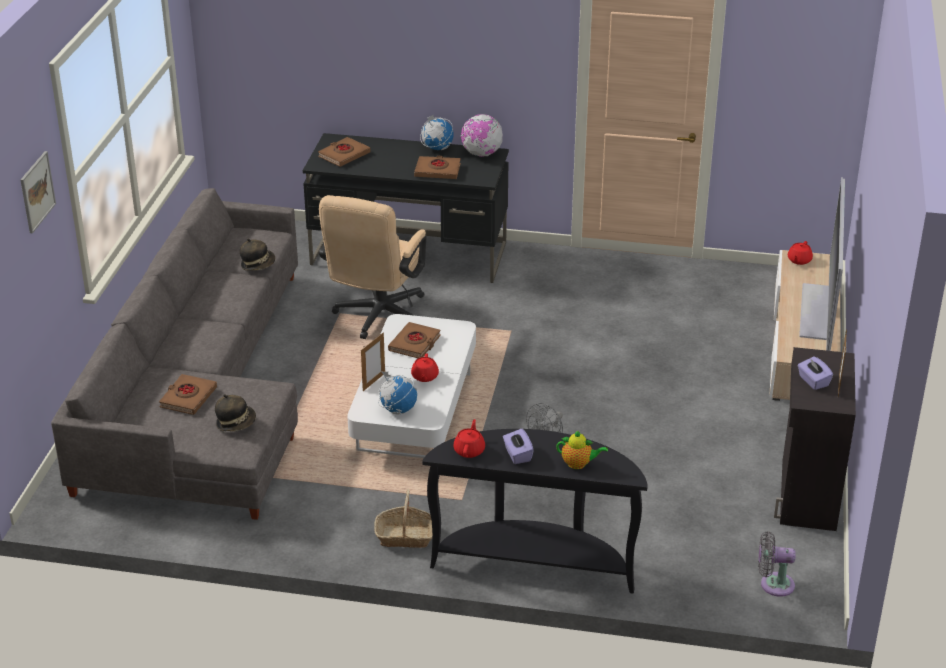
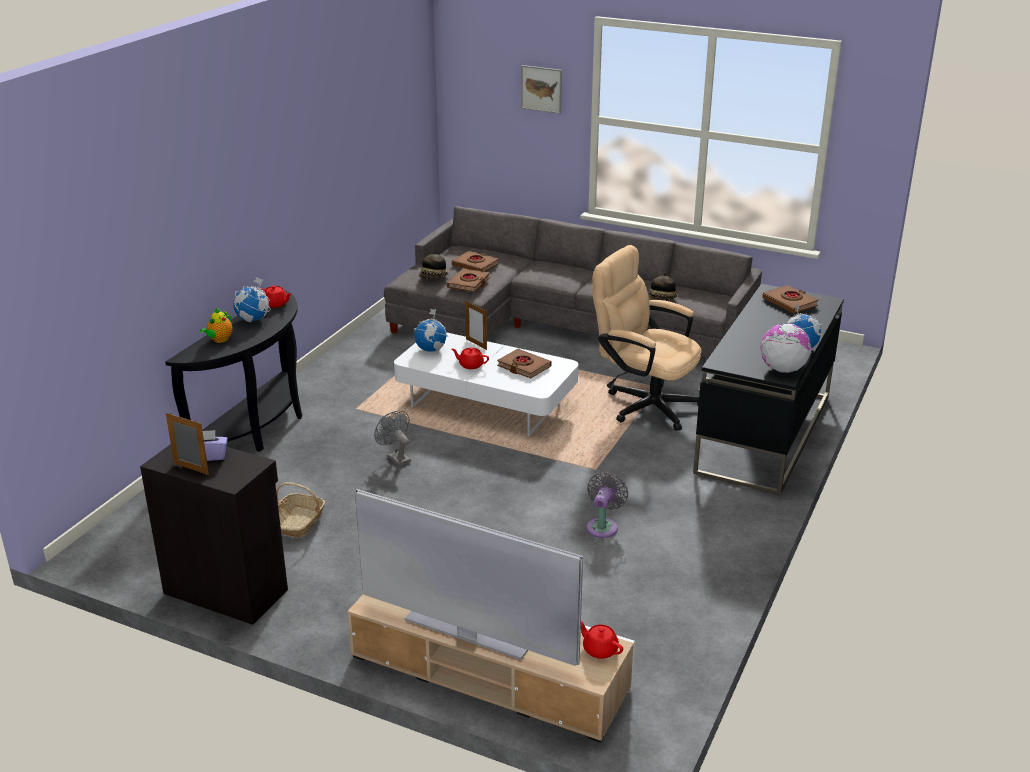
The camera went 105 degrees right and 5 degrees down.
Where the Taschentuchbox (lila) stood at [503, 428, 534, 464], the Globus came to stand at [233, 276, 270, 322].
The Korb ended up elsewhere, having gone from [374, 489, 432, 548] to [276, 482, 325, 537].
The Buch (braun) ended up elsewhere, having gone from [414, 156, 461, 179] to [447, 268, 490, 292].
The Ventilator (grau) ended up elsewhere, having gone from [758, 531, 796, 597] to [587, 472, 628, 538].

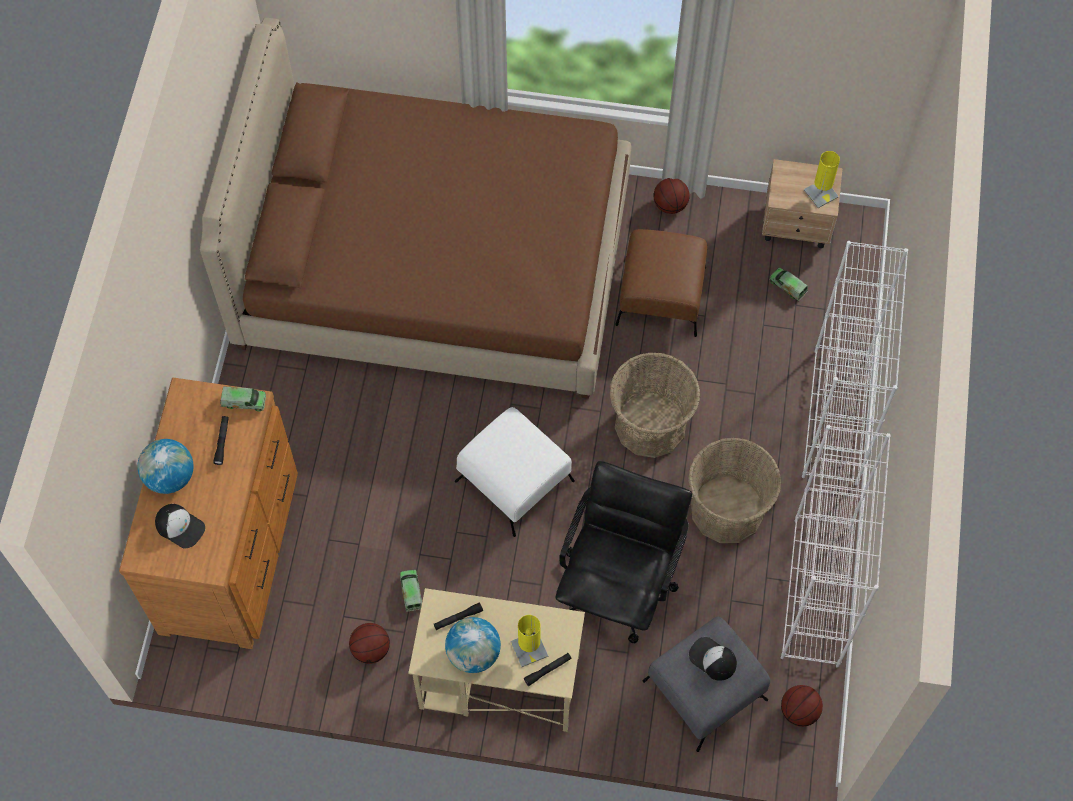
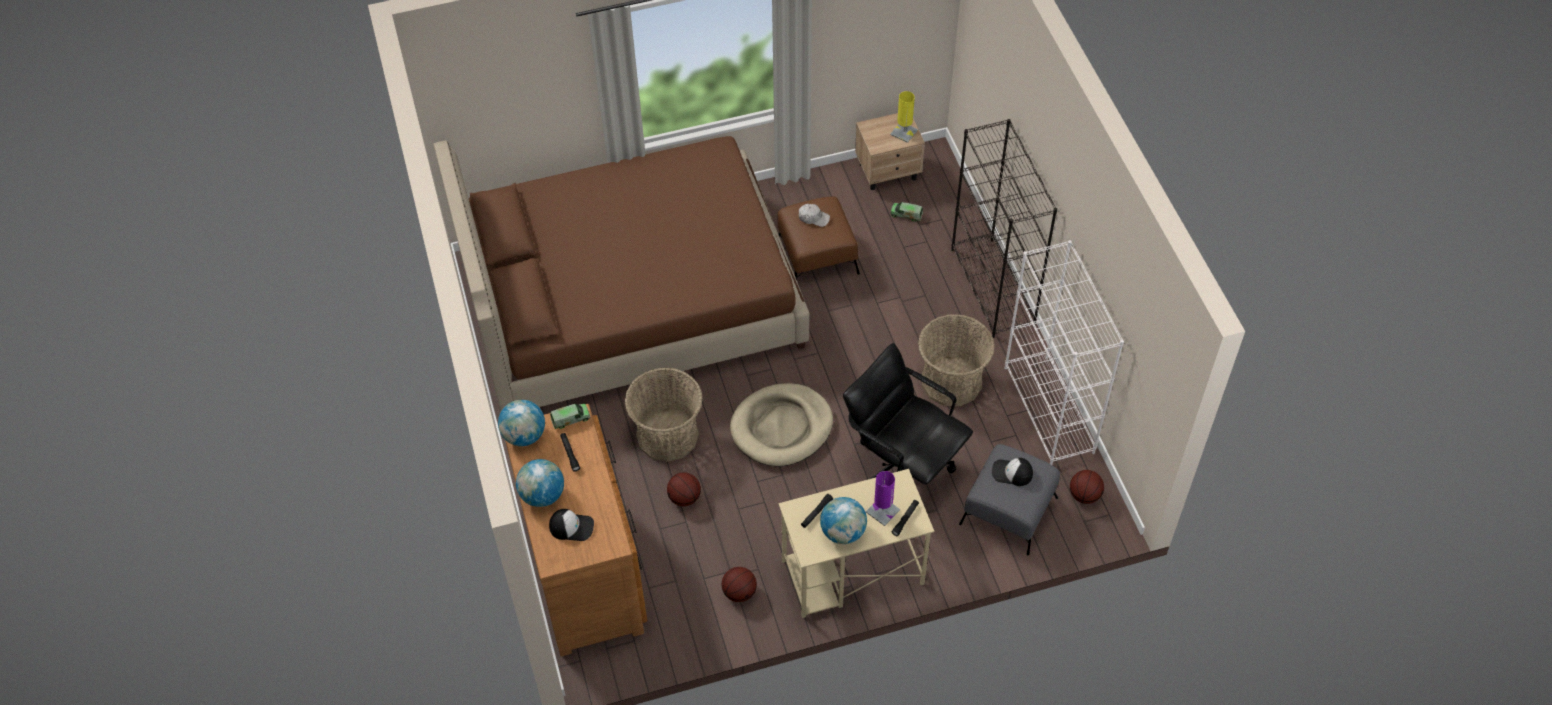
The camera went 25 degrees left and 10 degrees down.
The second view gained the Globus at [498, 400, 545, 446].
The Korb ended up elsewhere, having gone from [610, 352, 700, 458] to [625, 368, 703, 462].
The Basketball ended up elsewhere, having gone from [654, 178, 690, 214] to [667, 472, 701, 506].
Where the Polsterhocker (weiß) stood at [455, 407, 575, 537], the Hundebett (beige) came to stand at [730, 383, 833, 466].
The second view gained the Kappe (weiß) at [799, 204, 830, 227].
The Bürostuhl (schwarz) at [555, 461, 692, 643] ended up facing another way, 45 degrees counterclockwise from before.
What was the Tischlampe (gelb) at [510, 615, 548, 667] turned into the Tischlampe (lila) at [866, 471, 900, 526].
What was the Bücherregal (weiß) at [802, 241, 908, 486] turned into the Bücherregal (schwarz) at [951, 119, 1057, 338].
The second view lost the Spielzeuglaster at [400, 569, 422, 612].

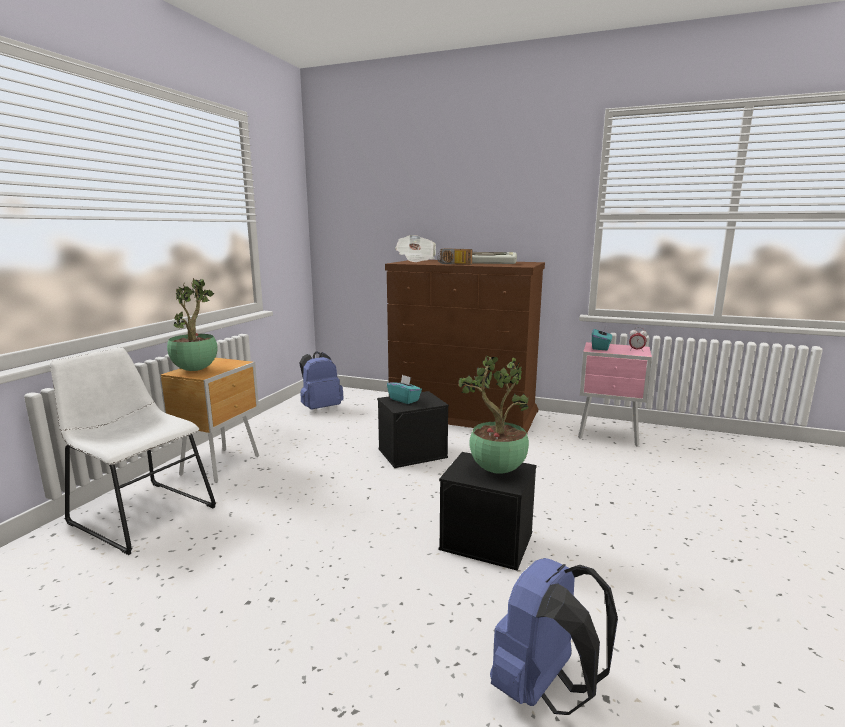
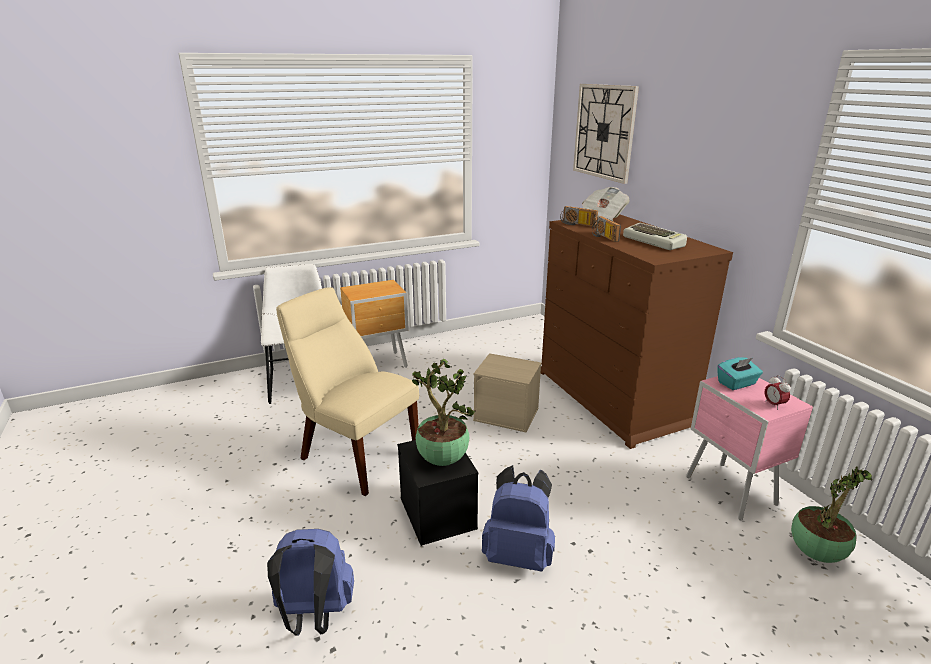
The camera went 45 degrees right and 10 degrees up.
The second view gained the Stuhl (beige) at [276, 287, 419, 496].
What was the Aufbewahrungsbox (schwarz) at [377, 391, 449, 468] turned into the Aufbewahrungsbox (beige) at [473, 353, 541, 432].
The Rucksack (blau) ended up elsewhere, having gone from [299, 351, 344, 410] to [482, 465, 555, 572].
The second view gained the Radio at [560, 206, 598, 227].
The second view gained the Wanduhr at [573, 84, 639, 184].
The Topfpflanze ended up elsewhere, having gone from [167, 278, 218, 371] to [791, 466, 872, 563].
The second view lost the Taschentuchbox (türkis) at [387, 375, 422, 404].

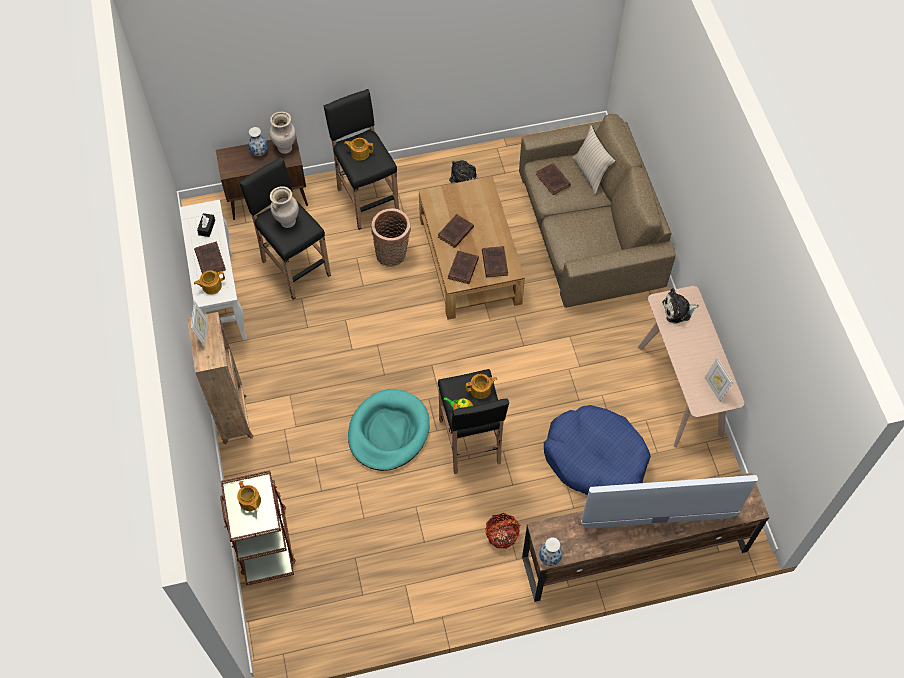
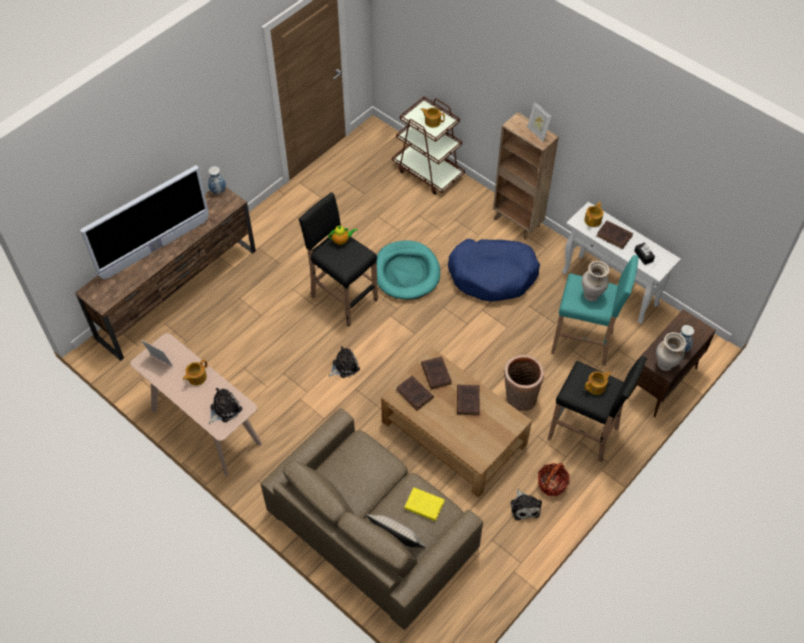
The camera went 145 degrees right and 5 degrees down.
The Teekanne ended up elsewhere, having gone from [465, 374, 497, 399] to [183, 359, 207, 385].
The second view gained the Plüschtier at [328, 346, 360, 378].
What was the Buch (braun) at [536, 163, 571, 195] turned into the Buch (gelb) at [404, 488, 445, 521].
The Hundebett (blau) ended up elsewhere, having gone from [544, 405, 651, 495] to [448, 239, 540, 302].
The Korb ended up elsewhere, having gone from [485, 513, 521, 549] to [538, 463, 570, 496].
What was the Hocker (schwarz) at [239, 157, 331, 299] turned into the Hocker (türkis) at [551, 255, 639, 366].

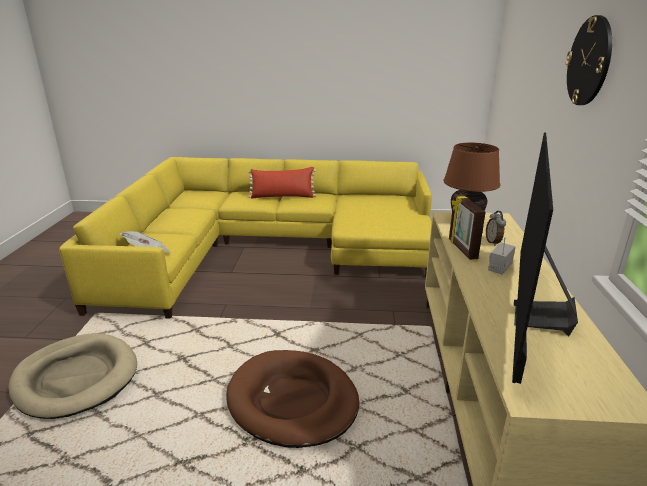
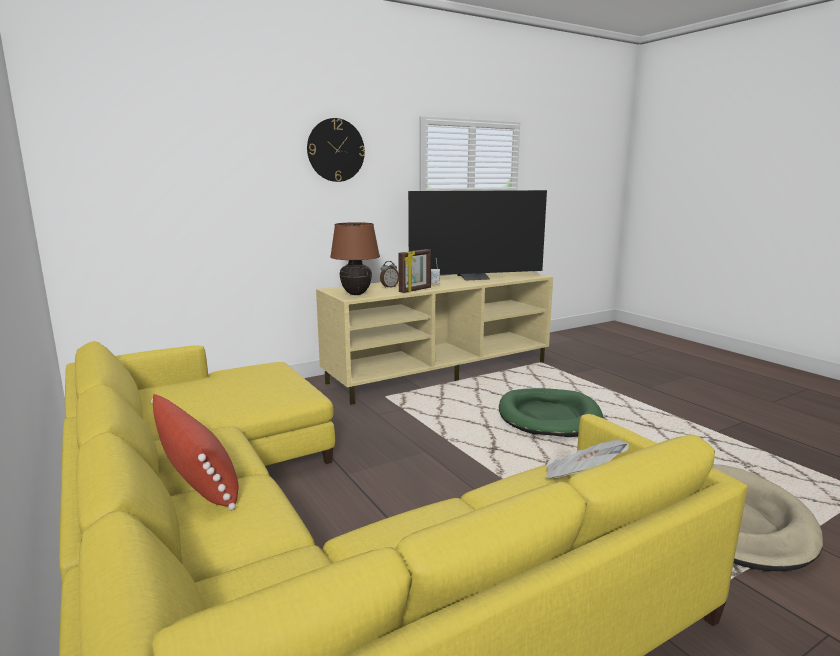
The camera went 125 degrees left and 10 degrees down.
What was the Hundebett (braun) at [226, 350, 359, 448] turned into the Hundebett (grün) at [499, 388, 603, 437].

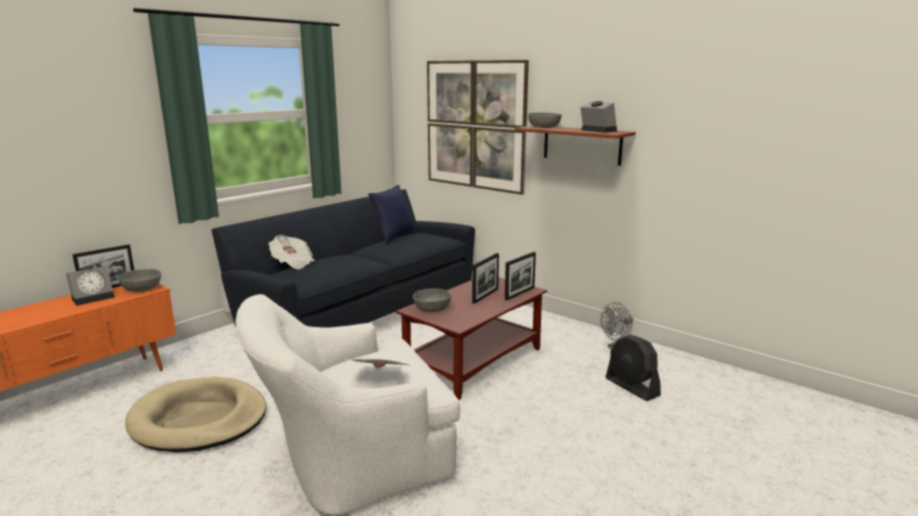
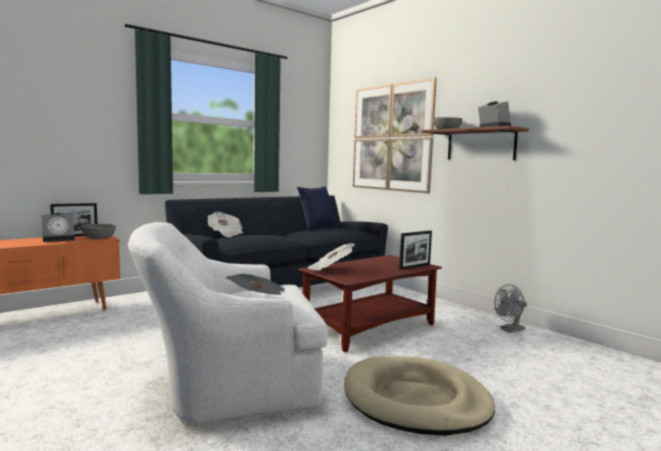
The camera went 10 degrees right and 10 degrees down.
Where the Schüssel (grau) stood at [413, 289, 451, 312], the Zeitung came to stand at [308, 243, 355, 271].
The Hundebett (beige) ended up elsewhere, having gone from [125, 377, 267, 452] to [344, 356, 495, 436].
The second view lost the Bilderrahmen at [472, 253, 499, 304].
The second view lost the Ventilator (schwarz) at [606, 334, 661, 401].

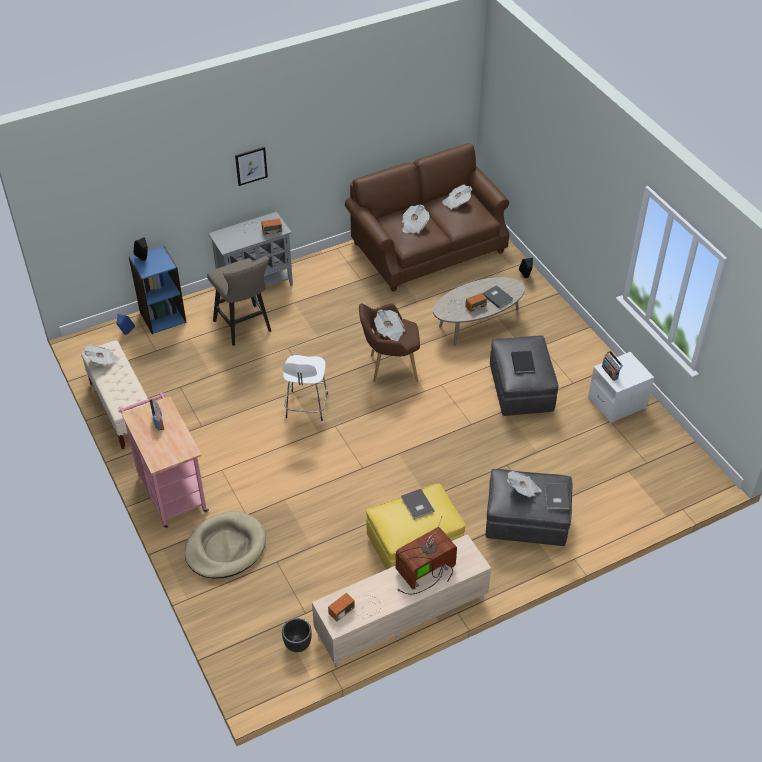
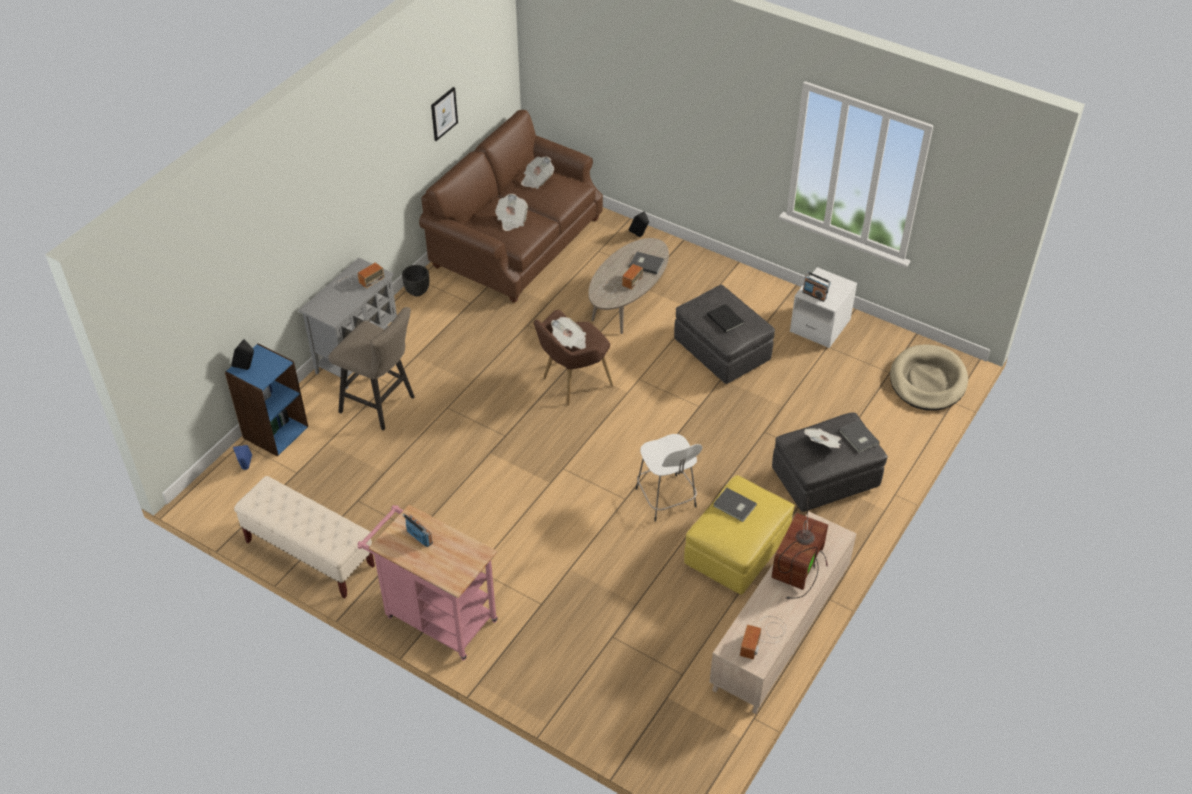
The camera went 30 degrees left and 0 degrees up.
The Pflanzkübel (schwarz) ended up elsewhere, having gone from [282, 618, 312, 652] to [402, 265, 429, 296].
The Bild ended up elsewhere, having gone from [235, 147, 268, 186] to [431, 87, 458, 141].
The Hocker (weiß) ended up elsewhere, having gone from [282, 355, 328, 421] to [636, 434, 702, 522].
The Hundebett (beige) ended up elsewhere, having gone from [184, 511, 266, 579] to [890, 344, 968, 411].
The second view lost the Zeitung at [83, 345, 119, 365].

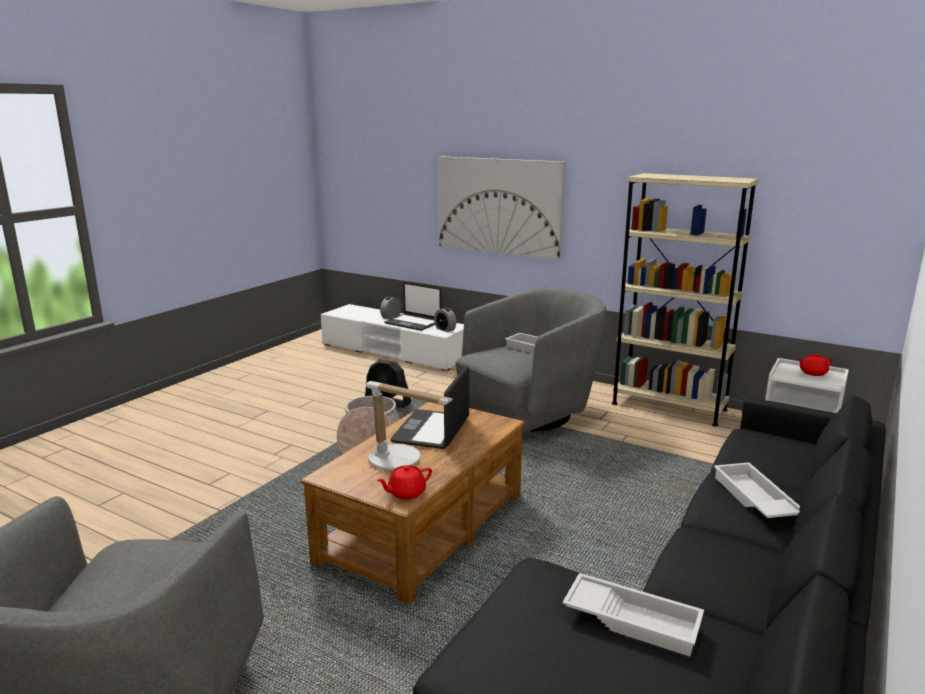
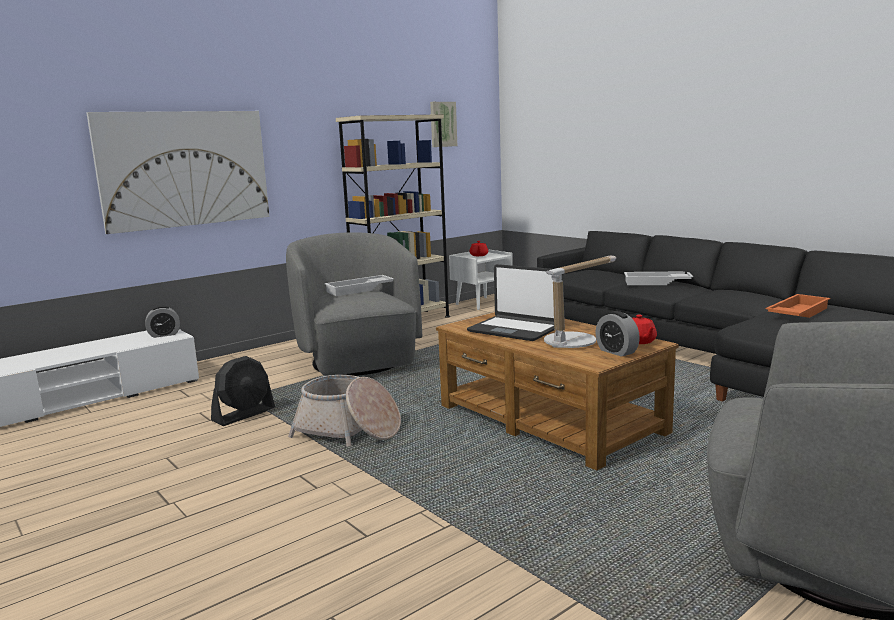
The camera went 70 degrees left and 5 degrees down.
The second view gained the Bild at [430, 102, 457, 147].
The Wecker ended up elsewhere, having gone from [380, 296, 401, 319] to [595, 311, 640, 357].
What was the Tablett (weiß) at [562, 573, 704, 656] turned into the Tablett (orange) at [766, 294, 830, 318].
The second view lost the Laptop at [384, 282, 442, 331].

